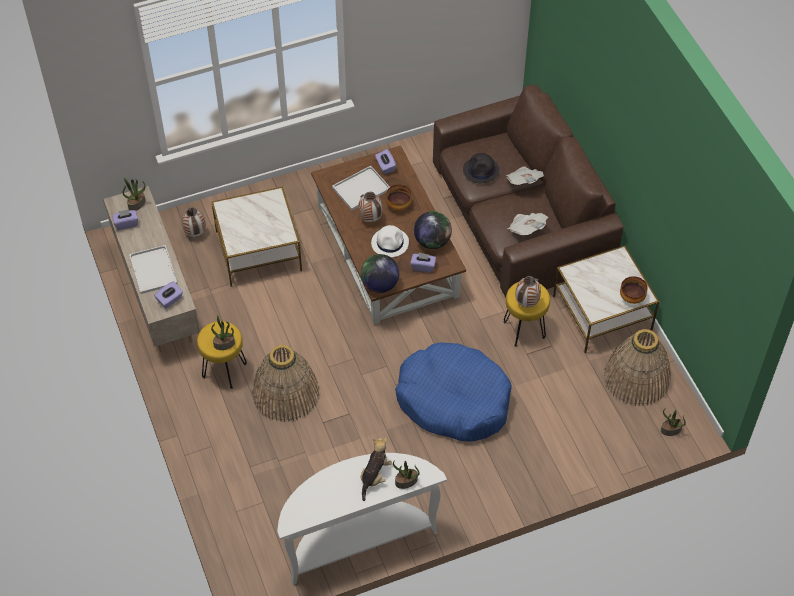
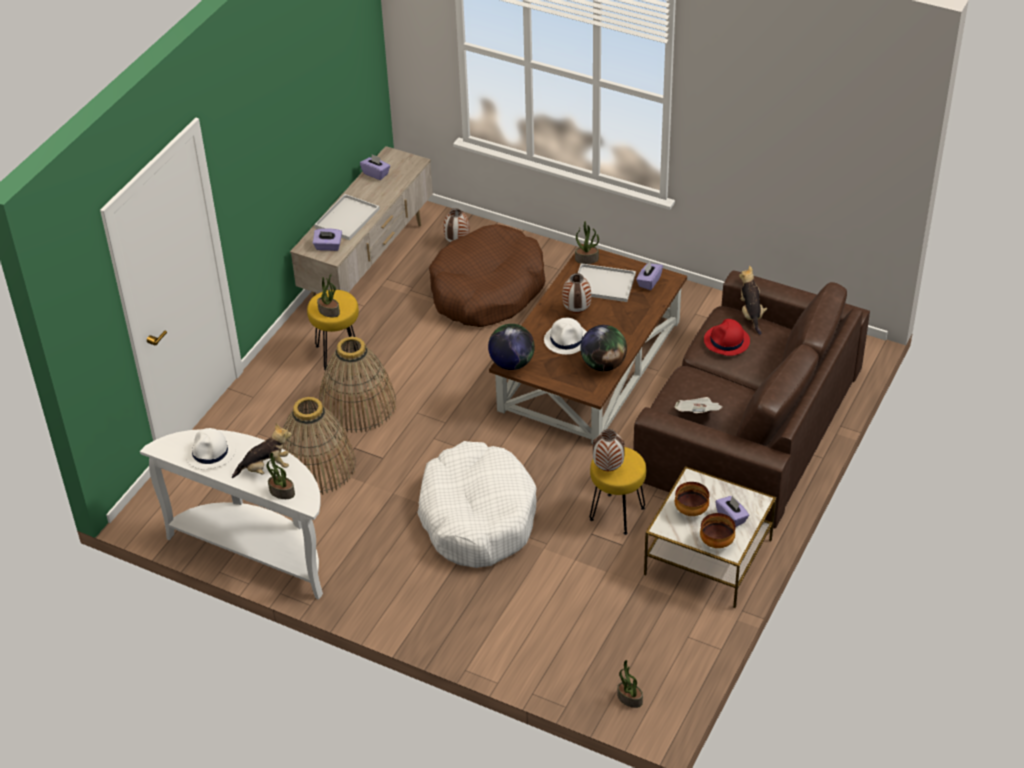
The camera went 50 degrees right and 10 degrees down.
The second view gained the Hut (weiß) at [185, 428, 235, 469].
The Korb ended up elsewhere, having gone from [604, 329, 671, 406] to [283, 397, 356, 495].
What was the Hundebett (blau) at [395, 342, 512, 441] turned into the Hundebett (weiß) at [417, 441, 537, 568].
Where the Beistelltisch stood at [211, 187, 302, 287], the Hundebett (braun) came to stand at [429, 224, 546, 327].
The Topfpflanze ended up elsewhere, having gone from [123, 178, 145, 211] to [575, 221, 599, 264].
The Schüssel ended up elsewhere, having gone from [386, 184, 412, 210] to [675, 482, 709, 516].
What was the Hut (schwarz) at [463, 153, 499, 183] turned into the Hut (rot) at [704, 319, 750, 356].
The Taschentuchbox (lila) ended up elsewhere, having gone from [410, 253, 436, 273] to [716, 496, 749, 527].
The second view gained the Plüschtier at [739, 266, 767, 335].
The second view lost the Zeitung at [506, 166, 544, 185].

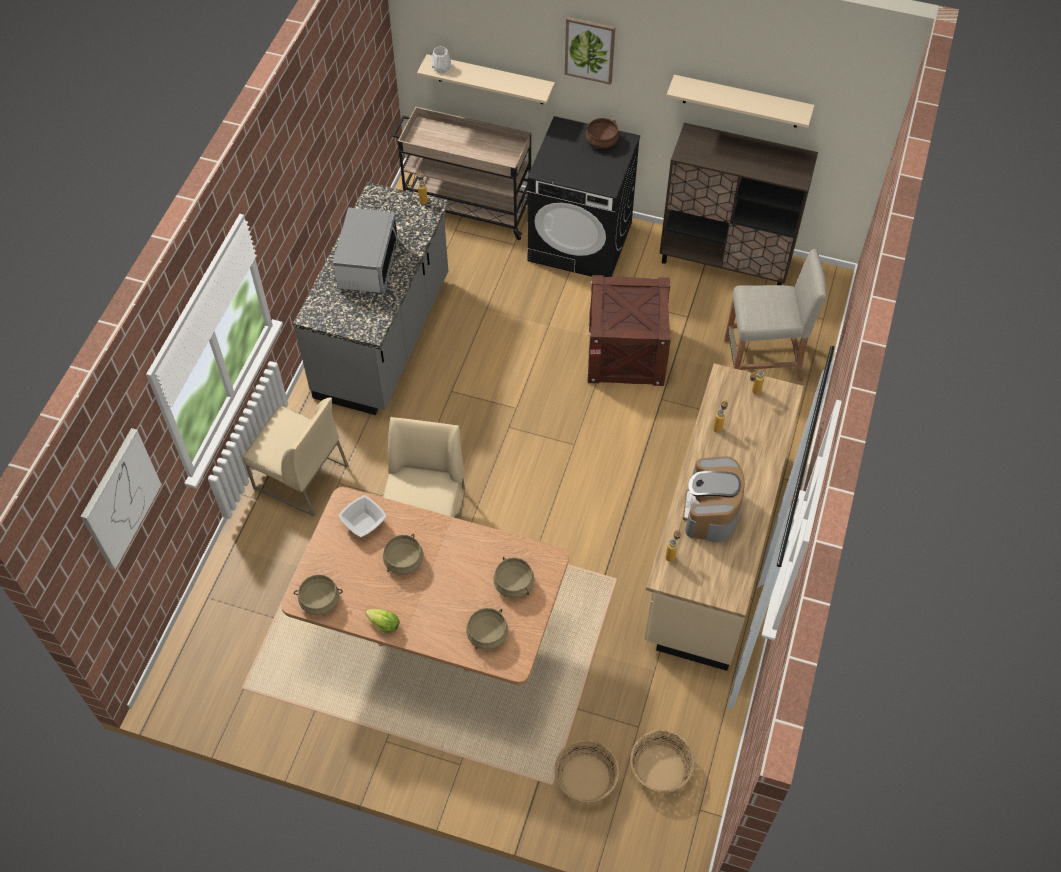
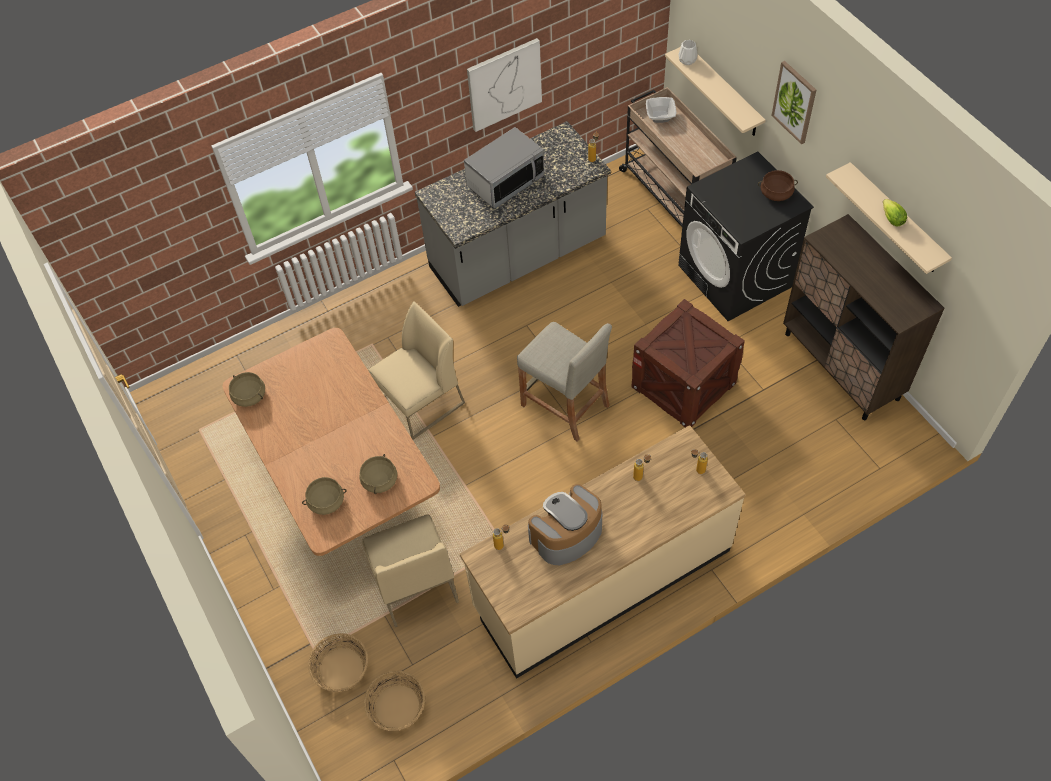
The camera went 45 degrees right and 0 degrees up.
The Stuhl (beige) ended up elsewhere, having gone from [242, 398, 349, 516] to [362, 514, 459, 627].
The Bild ended up elsewhere, having gone from [81, 428, 162, 570] to [467, 38, 542, 132].
The Hocker (beige) ended up elsewhere, having gone from [724, 249, 827, 381] to [517, 322, 612, 442].
The Schüssel ended up elsewhere, having gone from [339, 495, 387, 537] to [646, 97, 676, 123].
The Salatkopf ended up elsewhere, having gone from [365, 609, 400, 633] to [883, 199, 907, 227].
The second view lost the Kochtopf (beige) at [383, 534, 424, 575].

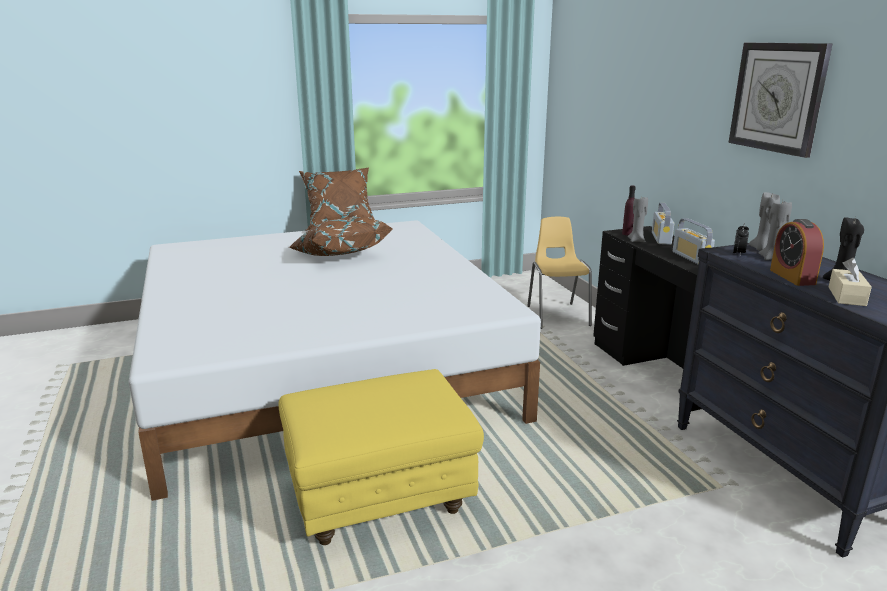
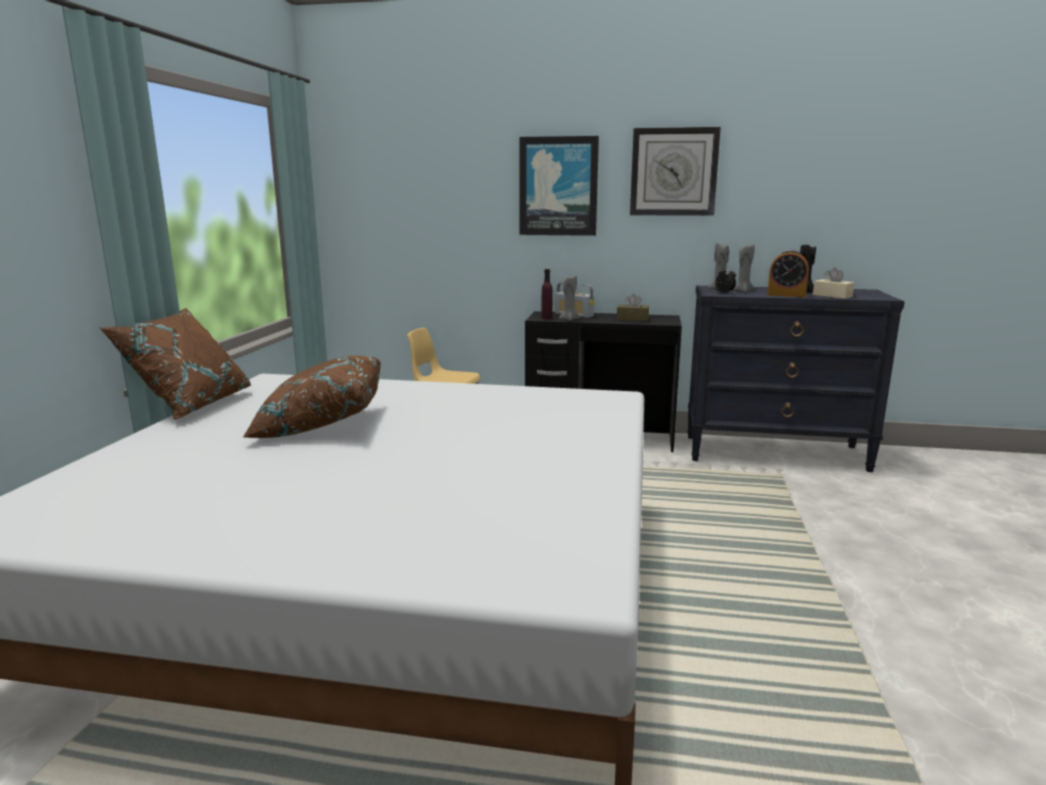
The camera went 60 degrees left and 5 degrees down.
The second view gained the Bild at [519, 136, 599, 236].
Where the Radio stood at [673, 218, 715, 265], the Taschentuchbox (braun) came to stand at [617, 294, 649, 321].
The second view lost the Polsterhocker (gelb) at [279, 369, 484, 545].

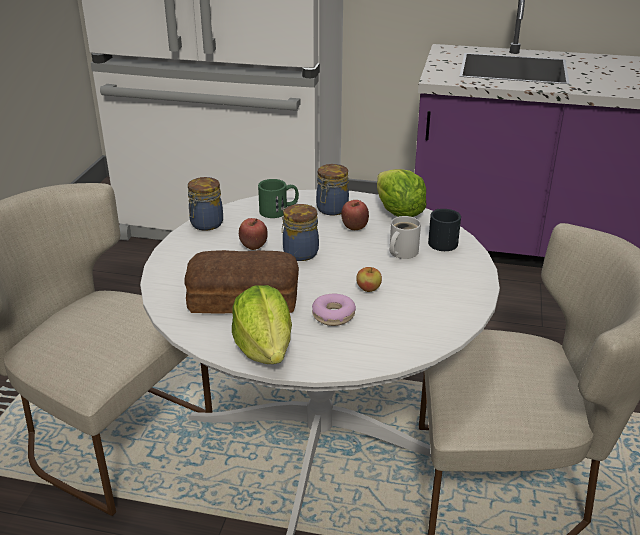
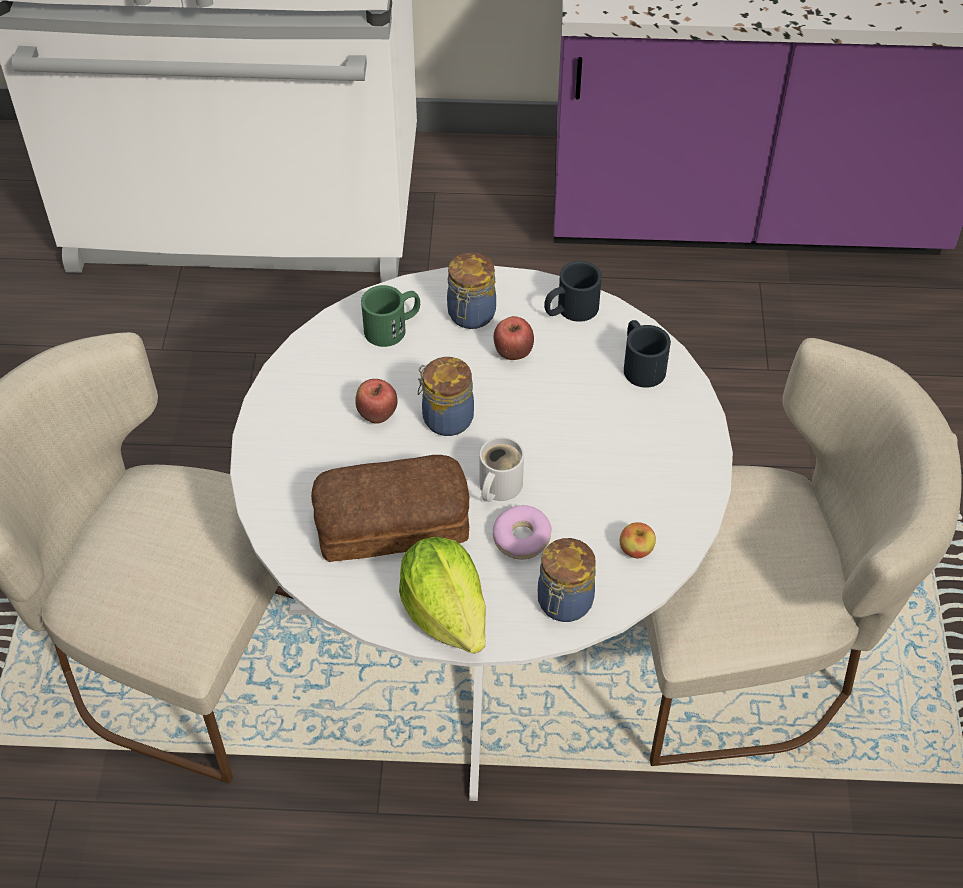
The camera went 10 degrees left and 20 degrees up.
The Henkelbecher (weiß) ended up elsewhere, having gone from [390, 216, 421, 259] to [479, 437, 524, 502].
The Vorratsglas ended up elsewhere, having gone from [188, 177, 223, 231] to [538, 538, 596, 622].
Where the Salatkopf stood at [377, 169, 426, 217], the Henkelbecher (schwarz) came to stand at [544, 261, 602, 322].
The Apfel ended up elsewhere, having gone from [356, 267, 382, 292] to [620, 522, 656, 558].

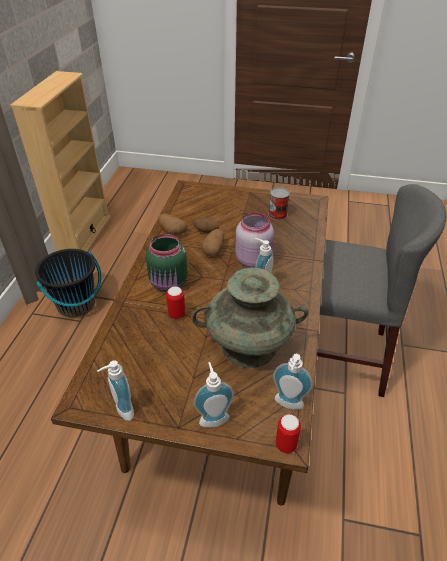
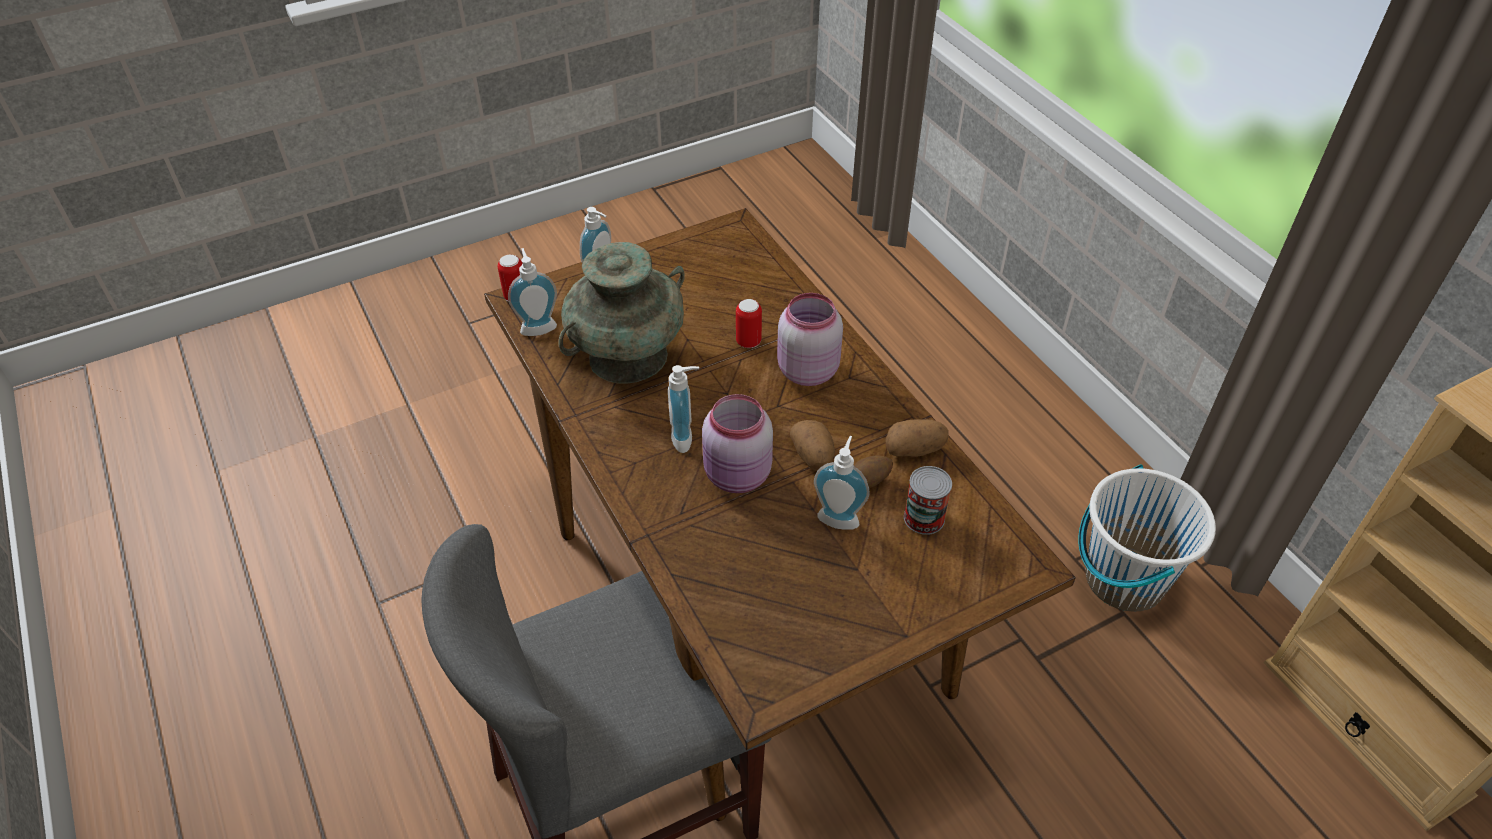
The camera went 140 degrees right and 5 degrees up.
What was the Vorratsglas (grün) at [146, 234, 188, 292] turned into the Vorratsglas (rosa) at [777, 293, 843, 386].
The Seifenspender ended up elsewhere, having gone from [97, 360, 134, 421] to [814, 436, 870, 530].
The Dose ended up elsewhere, having gone from [268, 187, 290, 220] to [904, 466, 952, 535].
What was the Eimer (schwarz) at [35, 249, 102, 317] turned into the Eimer (weiß) at [1078, 464, 1216, 612].

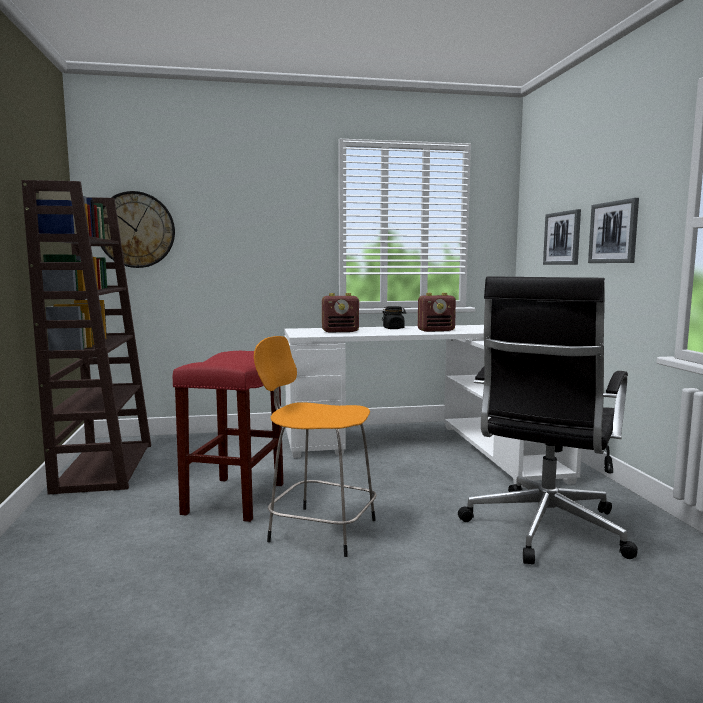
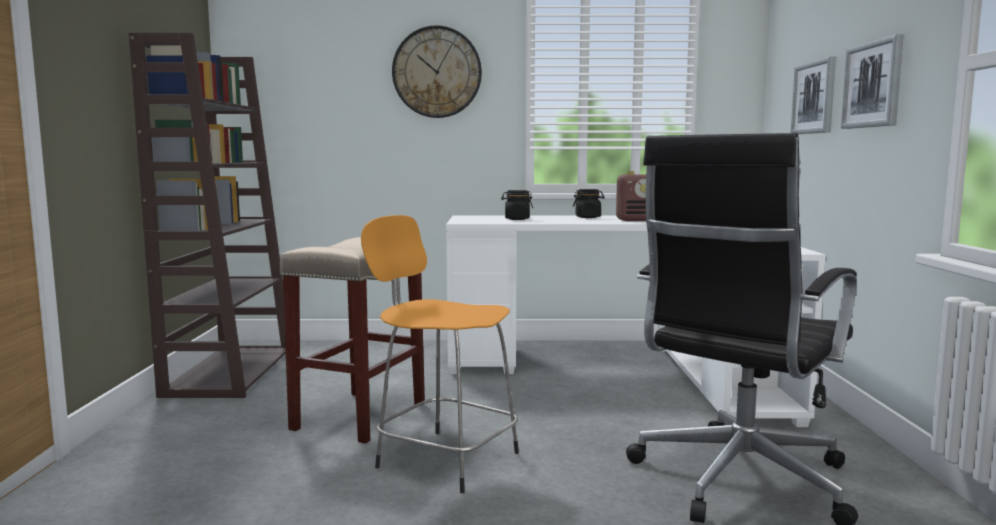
The camera went 10 degrees right and 0 degrees up.
What was the Hocker (rot) at [173, 351, 283, 522] turned into the Hocker (beige) at [280, 237, 425, 444].
The Wanduhr ended up elsewhere, having gone from [101, 191, 175, 268] to [392, 25, 482, 118].
Where the Radio stood at [322, 293, 359, 333], the Vorratsglas (schwarz) came to stand at [501, 190, 533, 220].

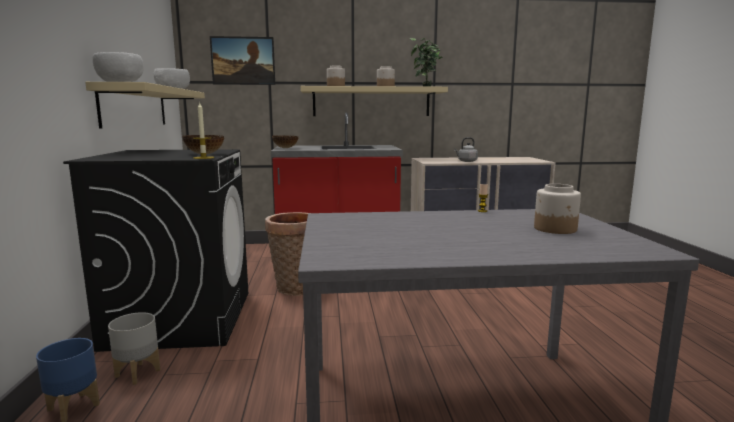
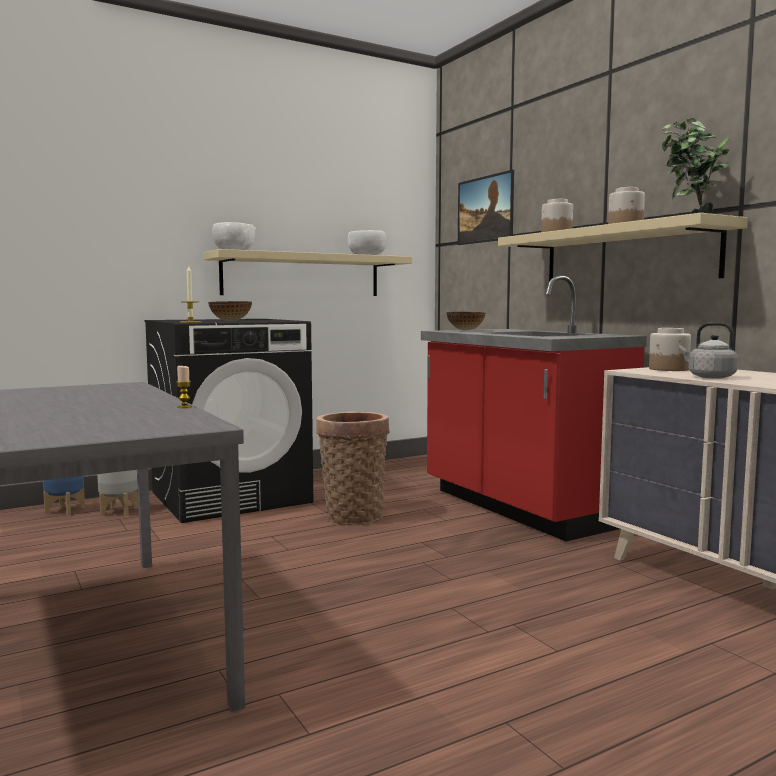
The camera went 65 degrees right and 5 degrees down.
The Vorratsglas ended up elsewhere, having gone from [534, 184, 581, 234] to [649, 328, 691, 371].

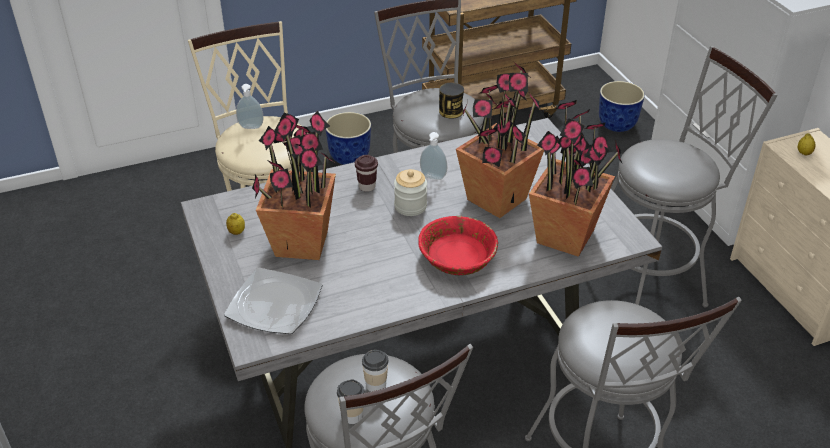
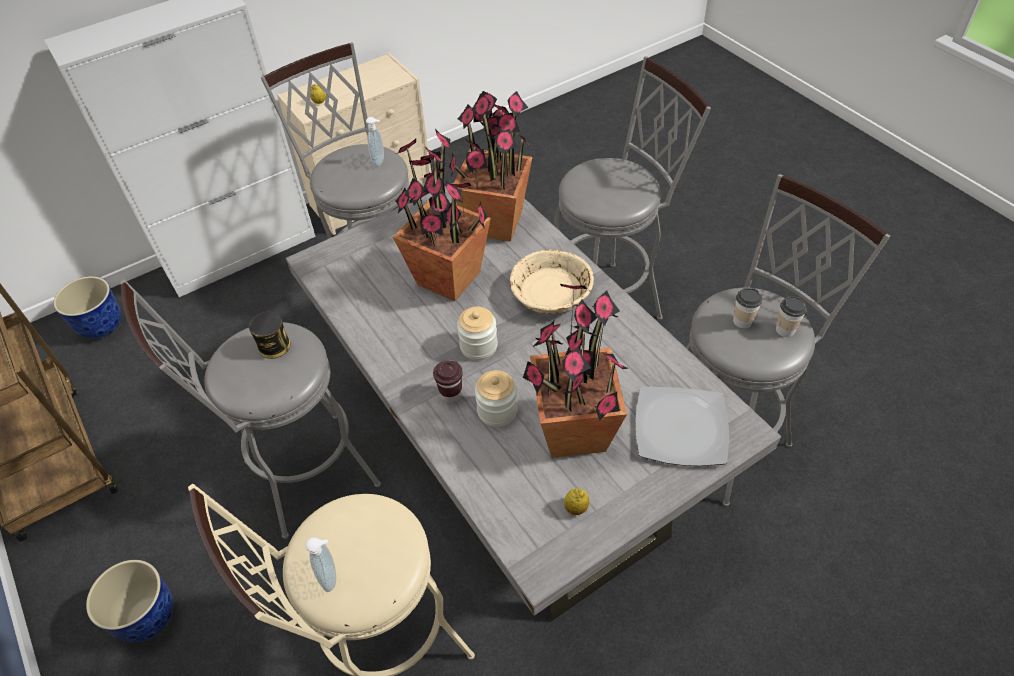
The camera went 100 degrees left and 10 degrees up.
The Seifenspender ended up elsewhere, having gone from [420, 132, 447, 180] to [366, 117, 384, 167].
The second view gained the Vorratsglas at [475, 370, 518, 427].
What was the Schüssel (rot) at [418, 216, 498, 275] turned into the Schüssel (beige) at [510, 249, 594, 314].

